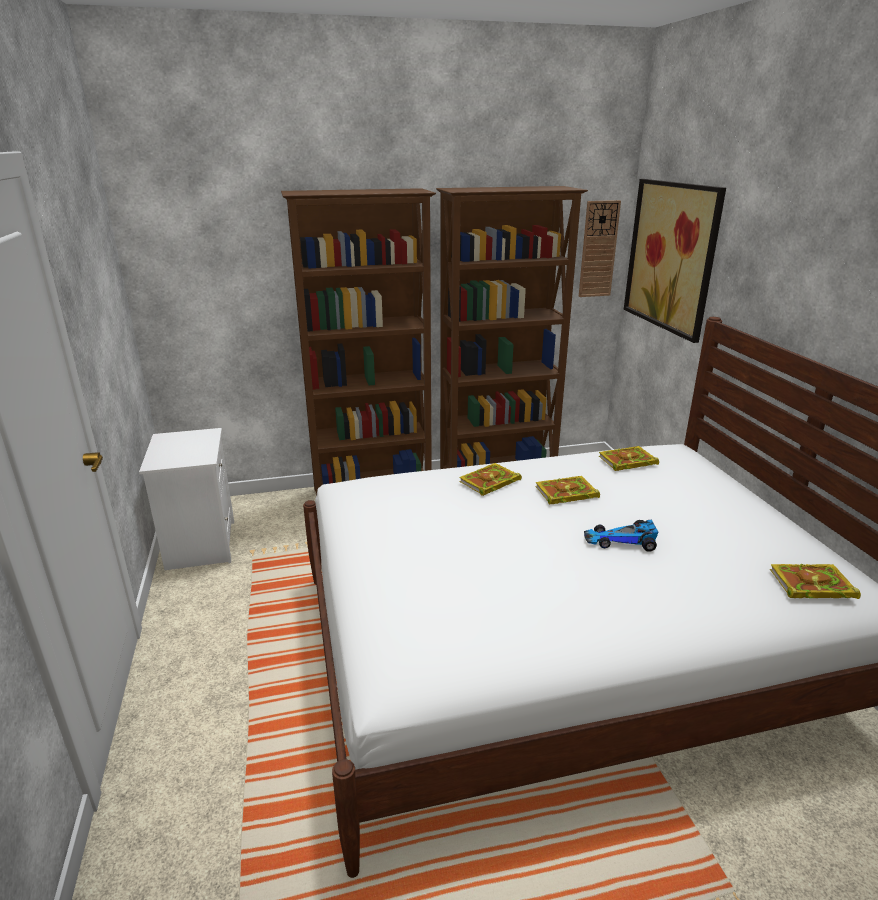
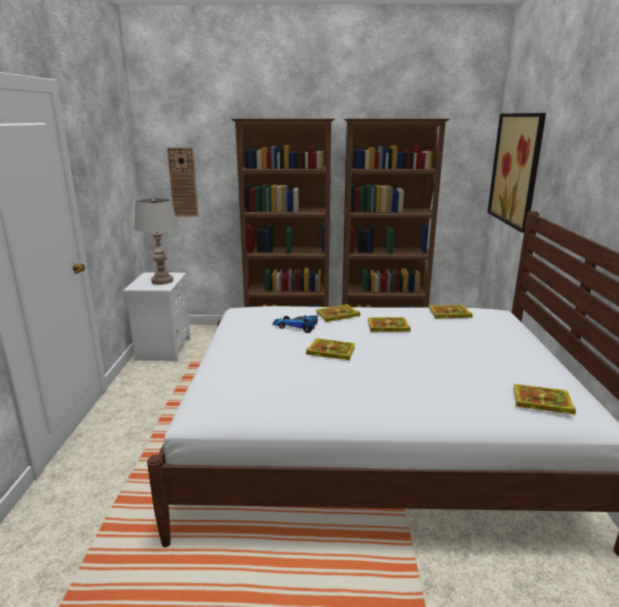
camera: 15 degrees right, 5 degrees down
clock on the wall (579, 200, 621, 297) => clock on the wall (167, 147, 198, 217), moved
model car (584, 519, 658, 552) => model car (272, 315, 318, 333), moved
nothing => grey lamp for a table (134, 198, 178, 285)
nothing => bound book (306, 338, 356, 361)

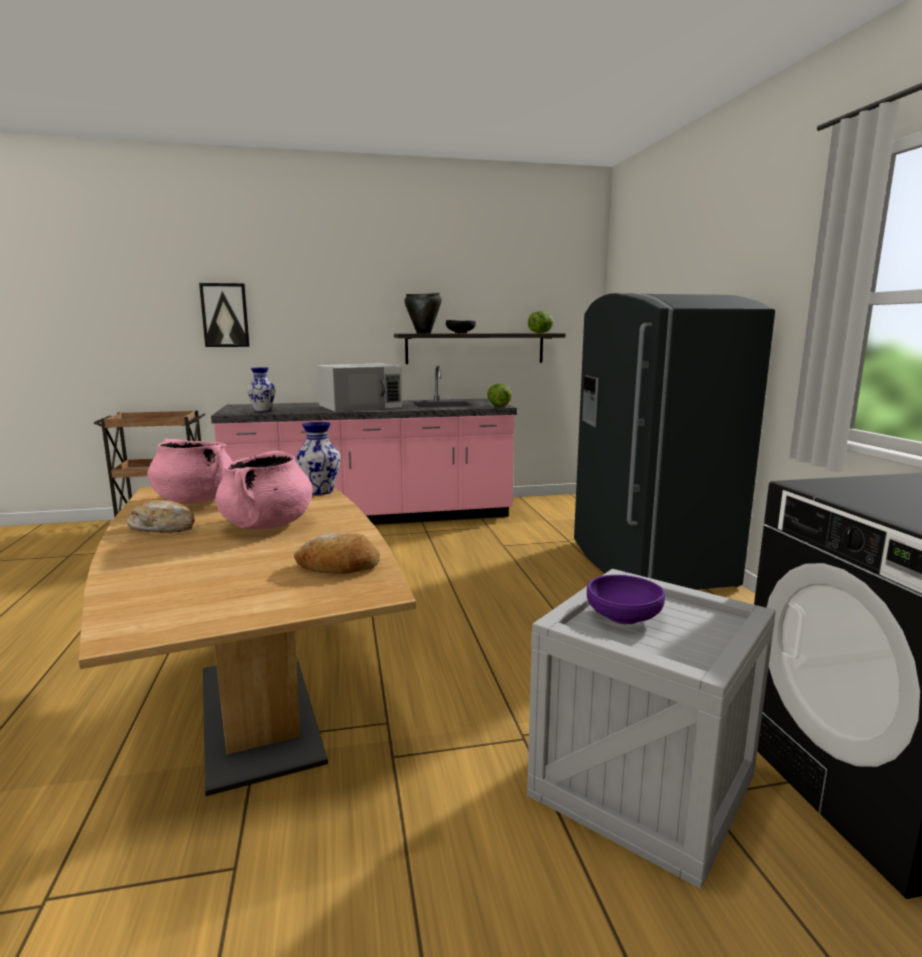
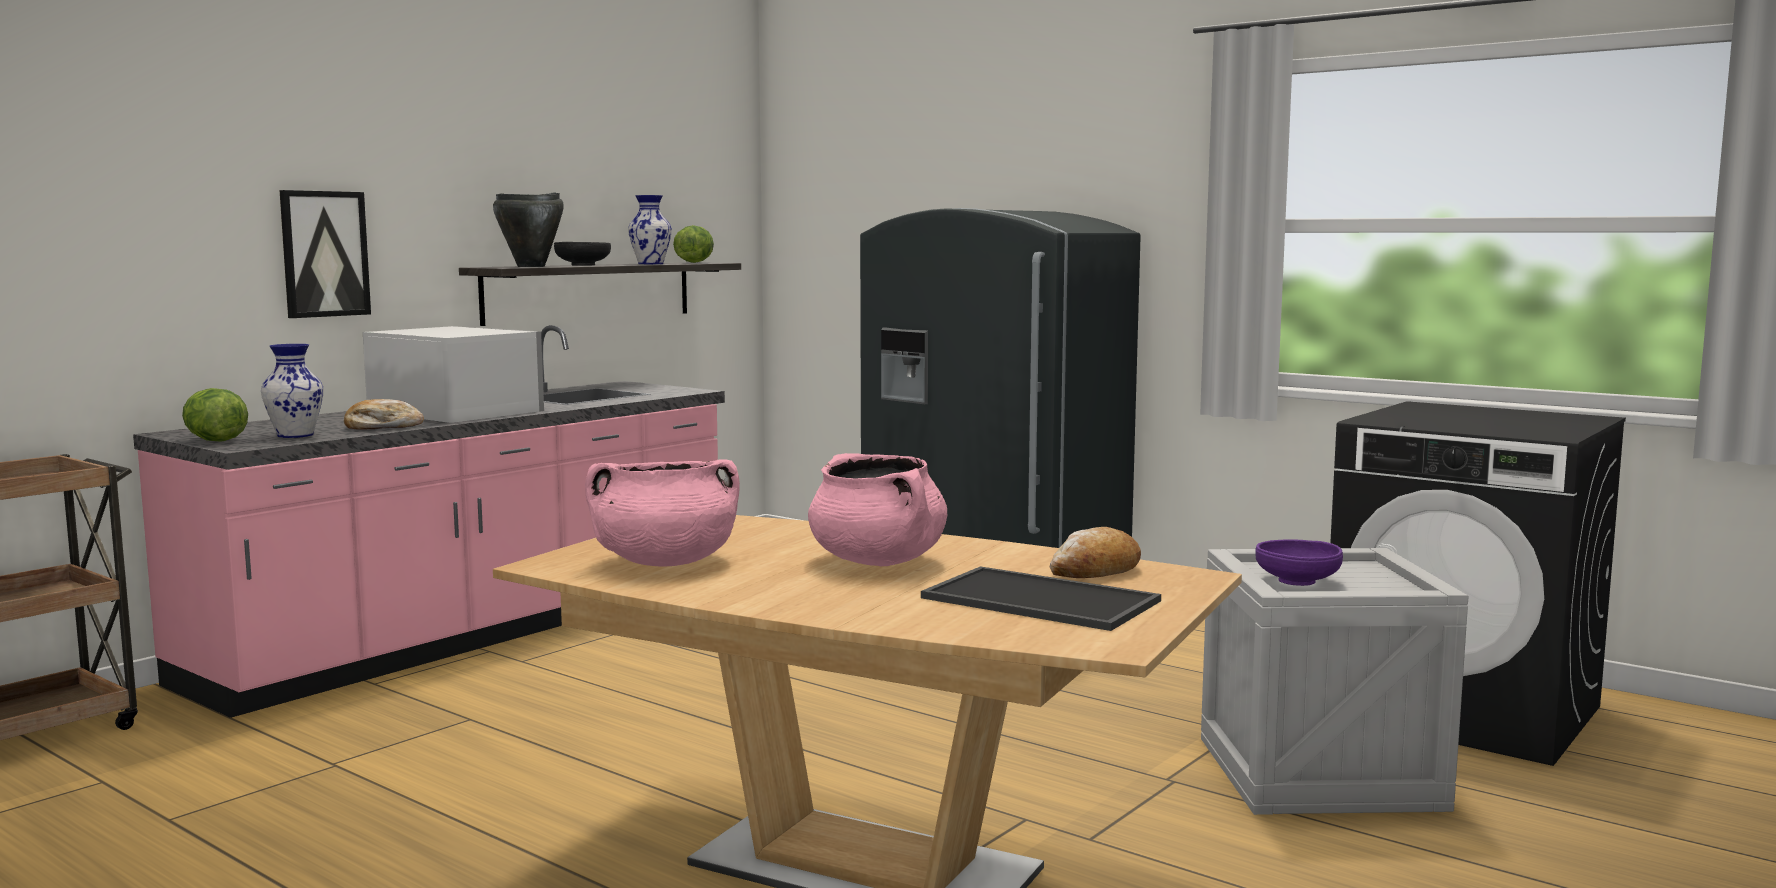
camera: 40 degrees left, 5 degrees down
picture (199, 283, 250, 347) => picture (279, 190, 371, 318), moved
whitish kitchen microwave (317, 363, 402, 412) => whitish kitchen microwave (363, 326, 544, 423), 75 degrees counterclockwise
head of lettuce (487, 383, 512, 407) => head of lettuce (182, 388, 248, 442), moved
decorative vase (296, 422, 341, 495) => decorative vase (628, 195, 672, 264), moved
bread (127, 500, 195, 533) => bread (344, 399, 424, 430), moved
nothing => tray (921, 566, 1161, 631)

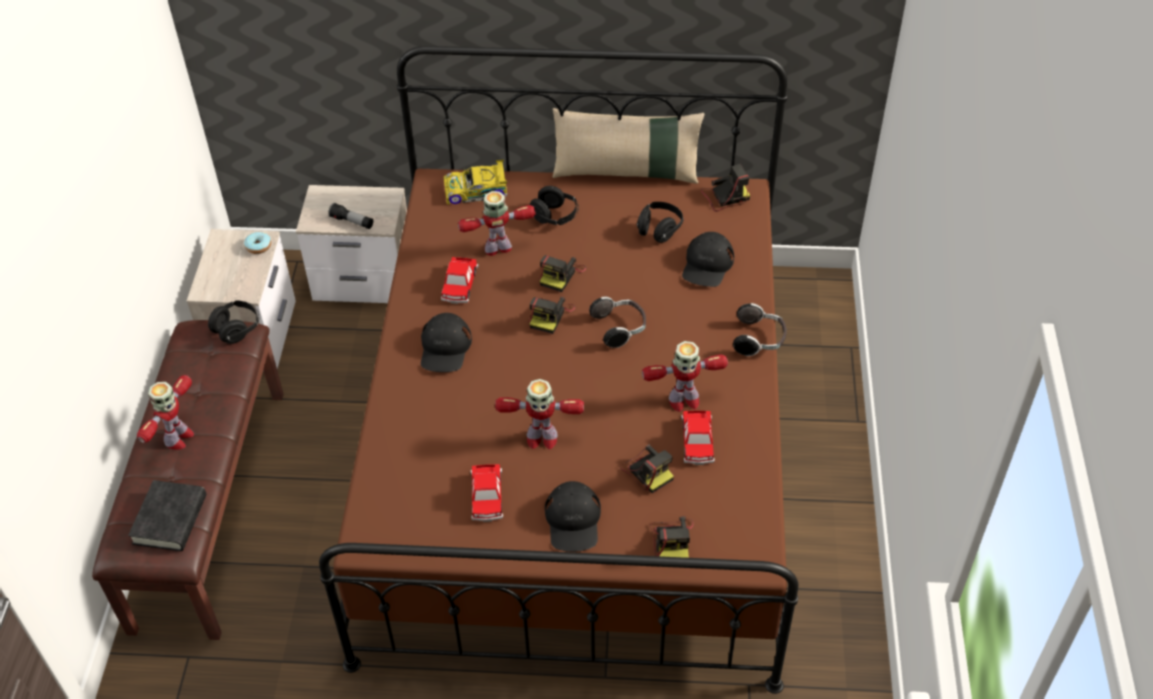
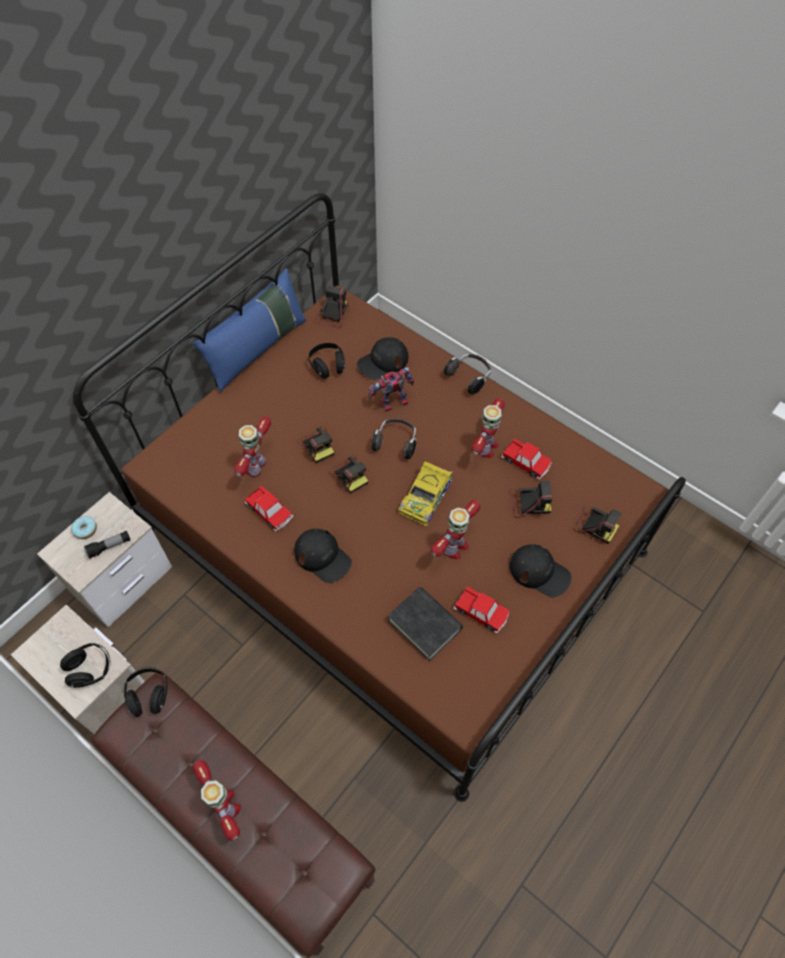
camera: 55 degrees left, 10 degrees up
beige throw pillow (552, 108, 704, 184) => blue throw pillow (193, 268, 307, 393)
model car (443, 159, 507, 205) => model car (398, 459, 453, 526), moved
black headset (530, 186, 579, 225) => black headset (60, 643, 111, 688), moved
donut (244, 232, 271, 254) => donut (71, 516, 97, 539), moved
black peaked cap (682, 232, 734, 287) => black peaked cap (357, 337, 408, 380), 90 degrees clockwise
black bound book (128, 480, 206, 551) => black bound book (388, 586, 463, 661), moved
nothing => robot figure (368, 367, 414, 411)

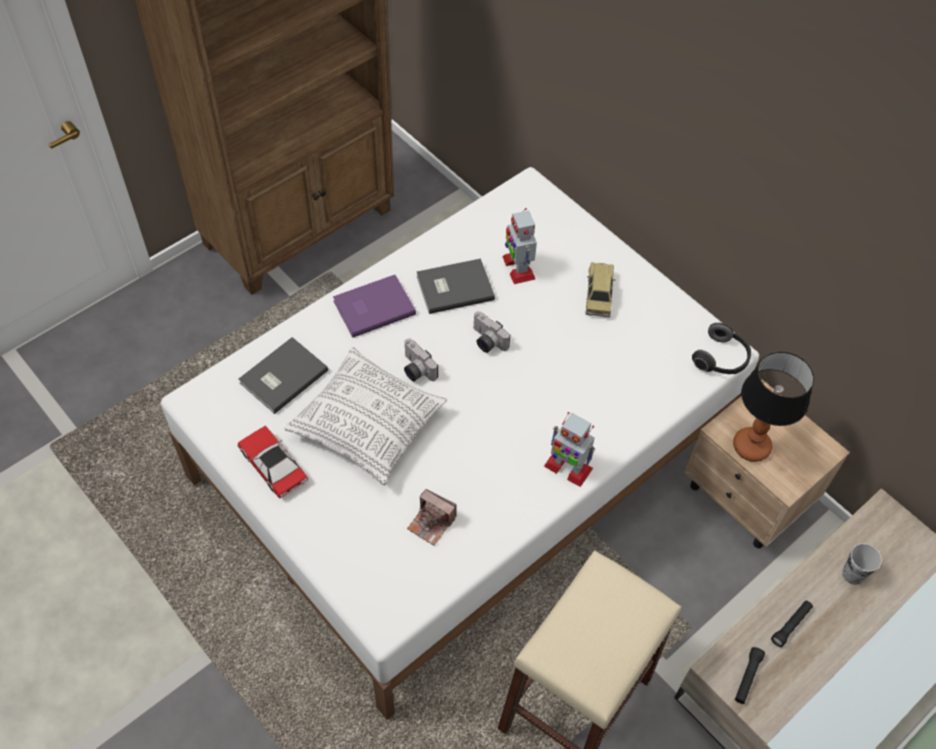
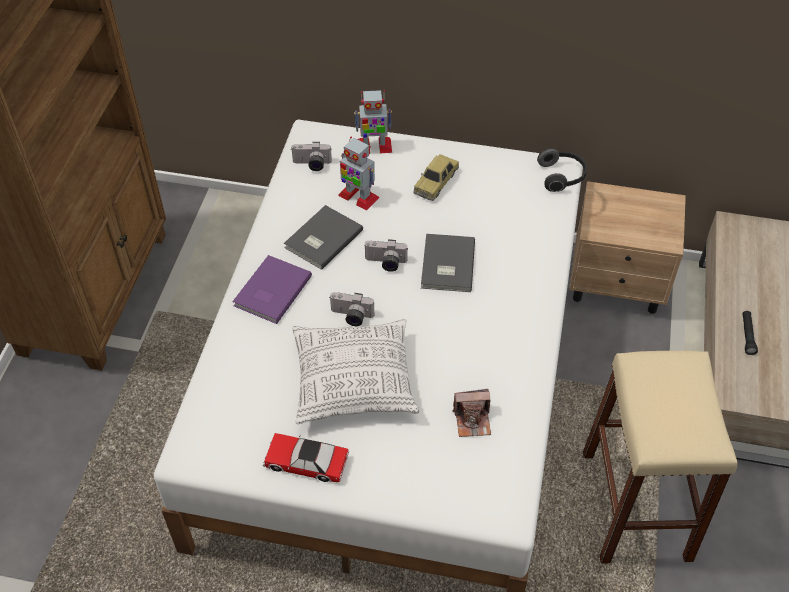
camera: 35 degrees left, 5 degrees down
model car (585, 262, 615, 317) => model car (413, 154, 459, 201), 120 degrees counterclockwise
grey bound book (239, 337, 328, 414) => grey bound book (421, 234, 475, 292), moved
lamp for a table (733, 351, 814, 462) => nothing
robot figure (544, 412, 595, 487) => robot figure (354, 90, 392, 154), moved
small cup (842, 543, 882, 585) => nothing
black hand torch (735, 647, 765, 704) => nothing
nothing => photo camera (291, 142, 332, 171)

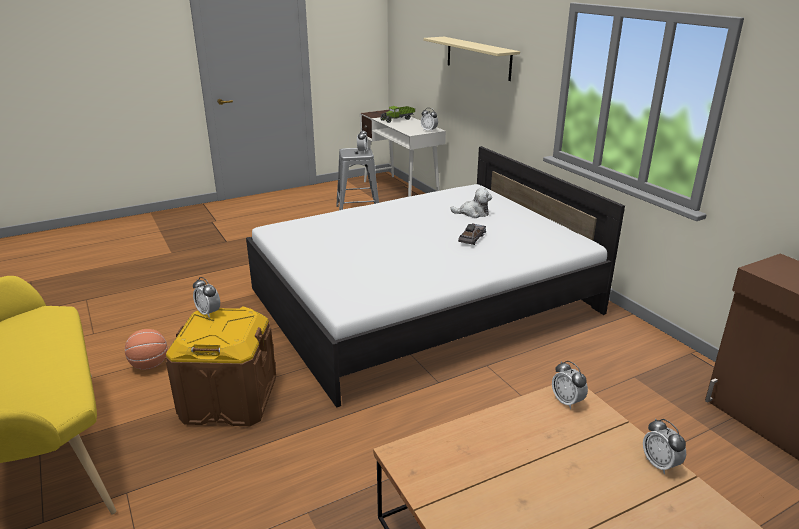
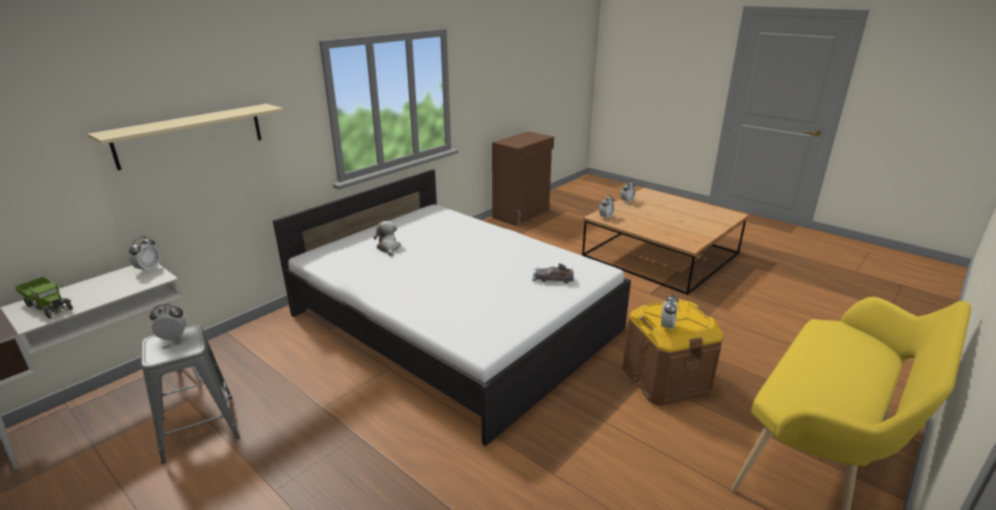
camera: 110 degrees left, 0 degrees up
grey model car (458, 223, 486, 245) => grey model car (532, 263, 574, 284), moved
basketball (125, 329, 168, 370) => nothing

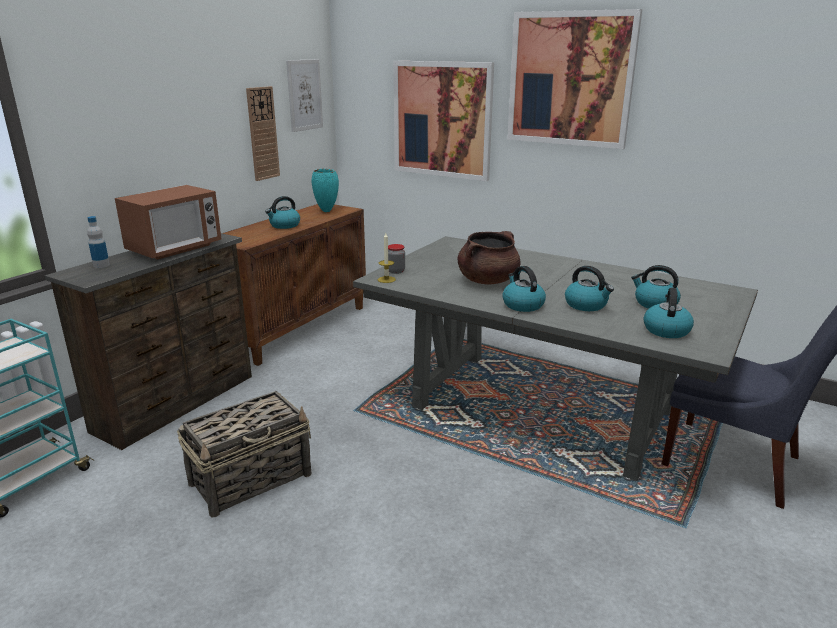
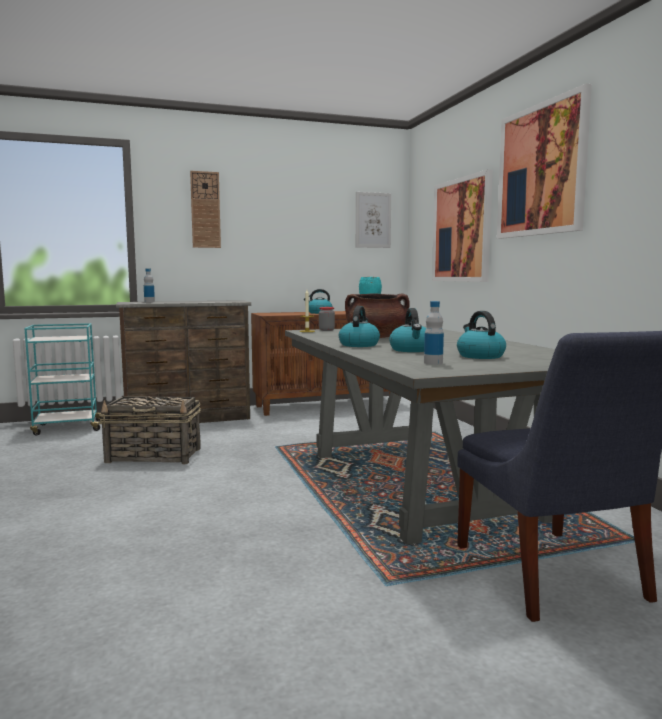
camera: 40 degrees right, 15 degrees down
clock on the wall (246, 86, 280, 181) => clock on the wall (190, 171, 221, 248), moved
kitchen microwave (115, 185, 222, 260) => nothing
kettle (644, 288, 694, 338) => beverage bottle (424, 301, 444, 365)

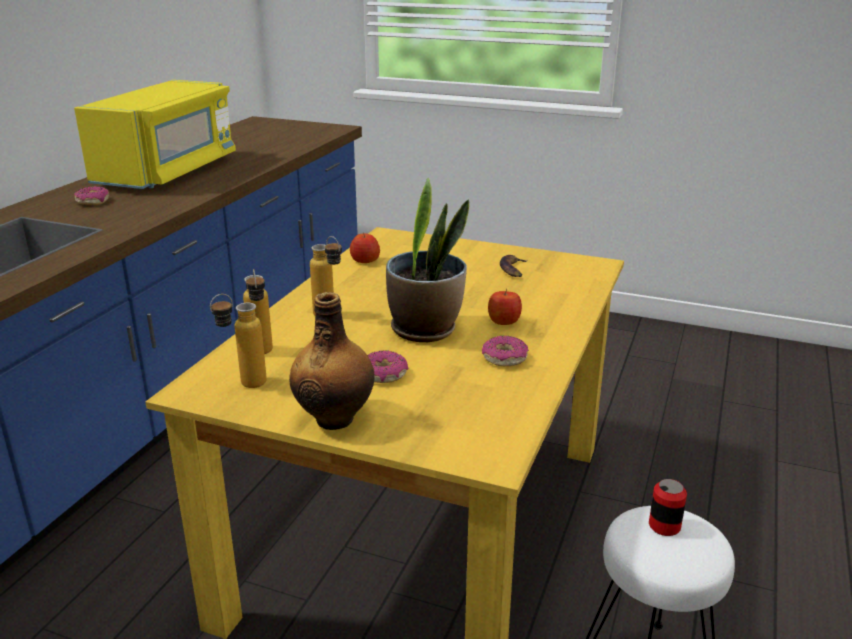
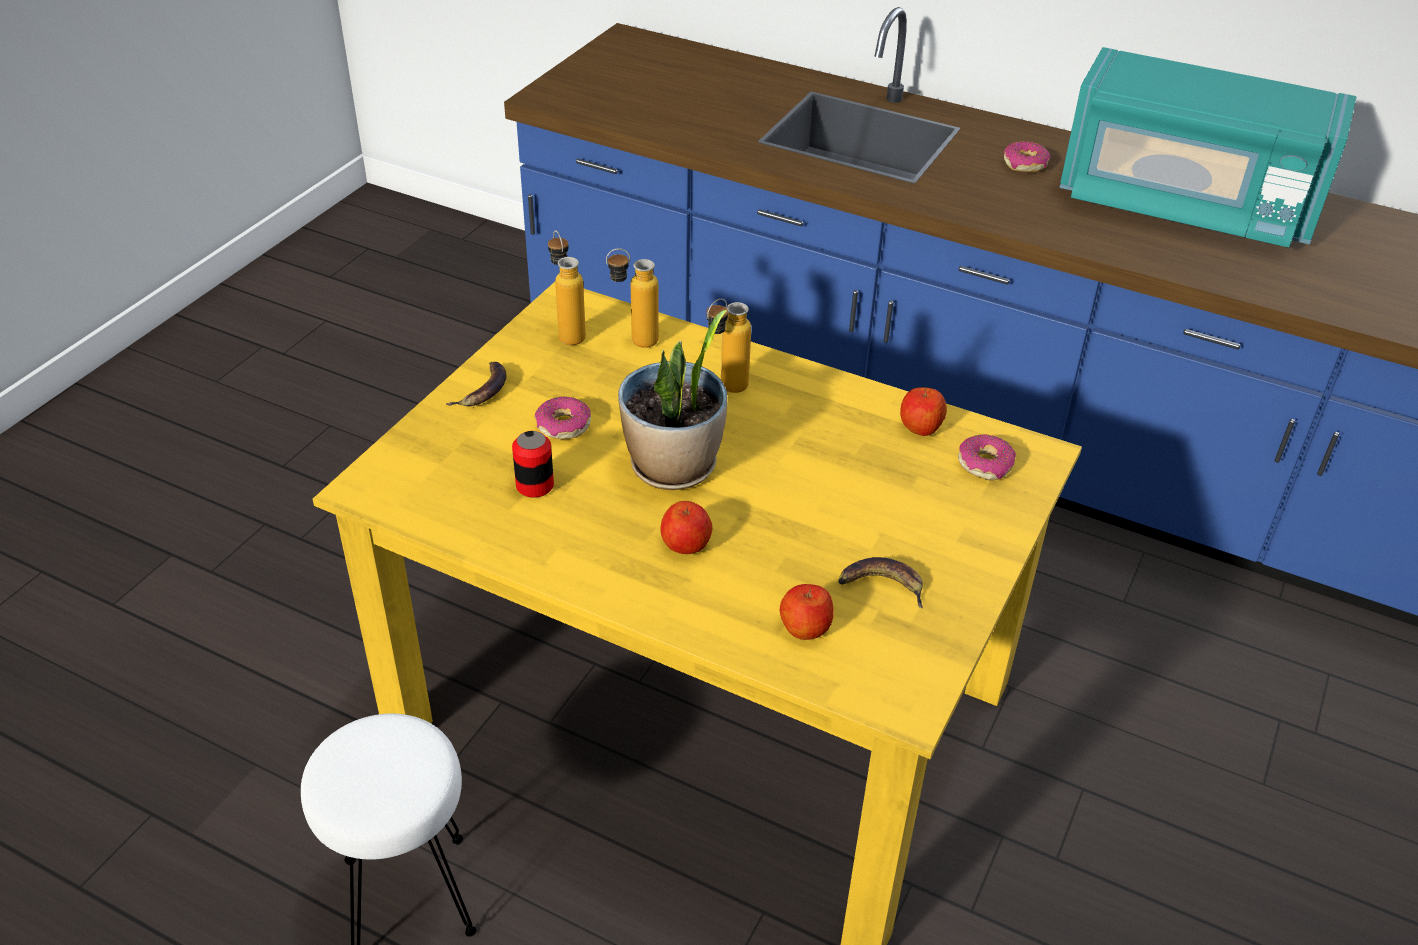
camera: 95 degrees right, 15 degrees up
yellowish kitchen microwave (74, 80, 236, 189) => turquoise kitchen microwave (1060, 47, 1356, 248)
beverage bottle (289, 292, 375, 430) => banana fruit (446, 362, 507, 406)
donut (482, 335, 529, 366) => donut (958, 434, 1016, 481), moved
sealed can (649, 479, 687, 536) => sealed can (512, 431, 554, 498), moved
nothing => whole apple (780, 584, 834, 640)

